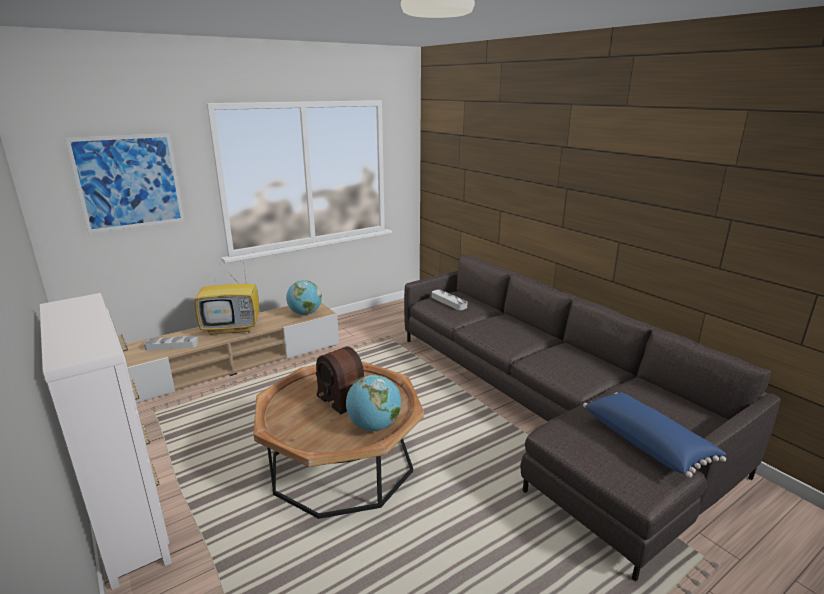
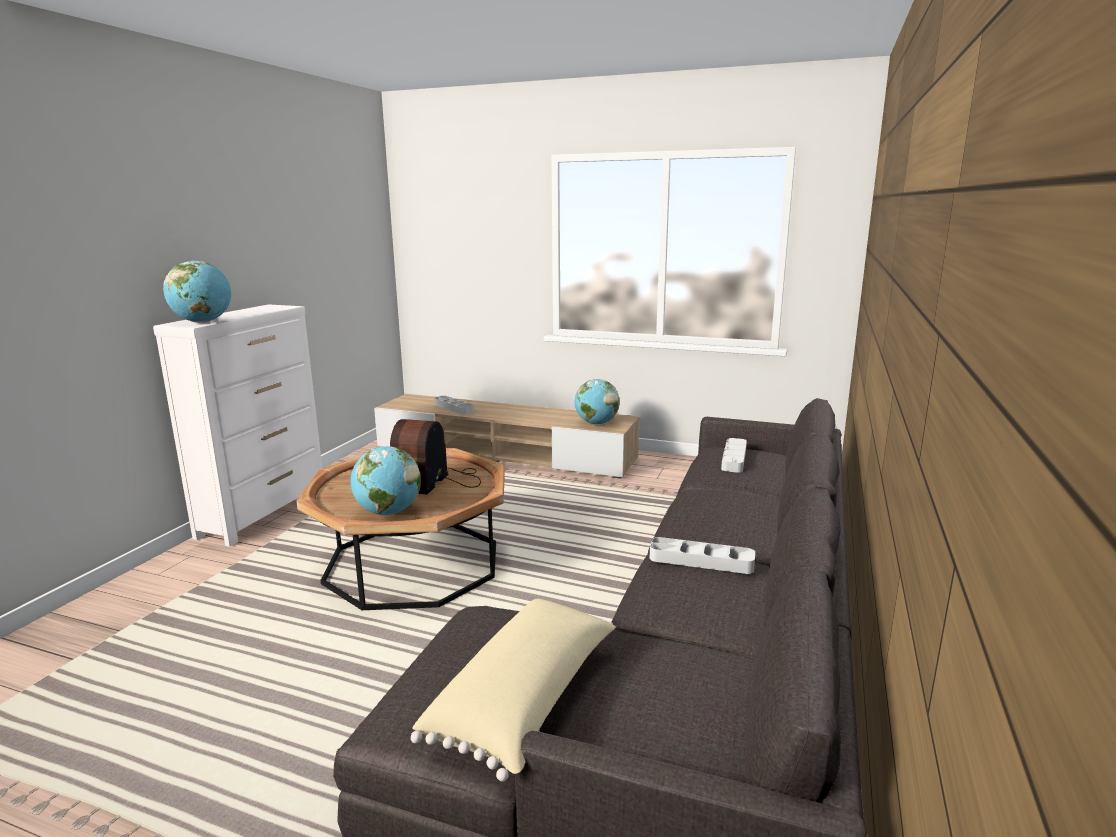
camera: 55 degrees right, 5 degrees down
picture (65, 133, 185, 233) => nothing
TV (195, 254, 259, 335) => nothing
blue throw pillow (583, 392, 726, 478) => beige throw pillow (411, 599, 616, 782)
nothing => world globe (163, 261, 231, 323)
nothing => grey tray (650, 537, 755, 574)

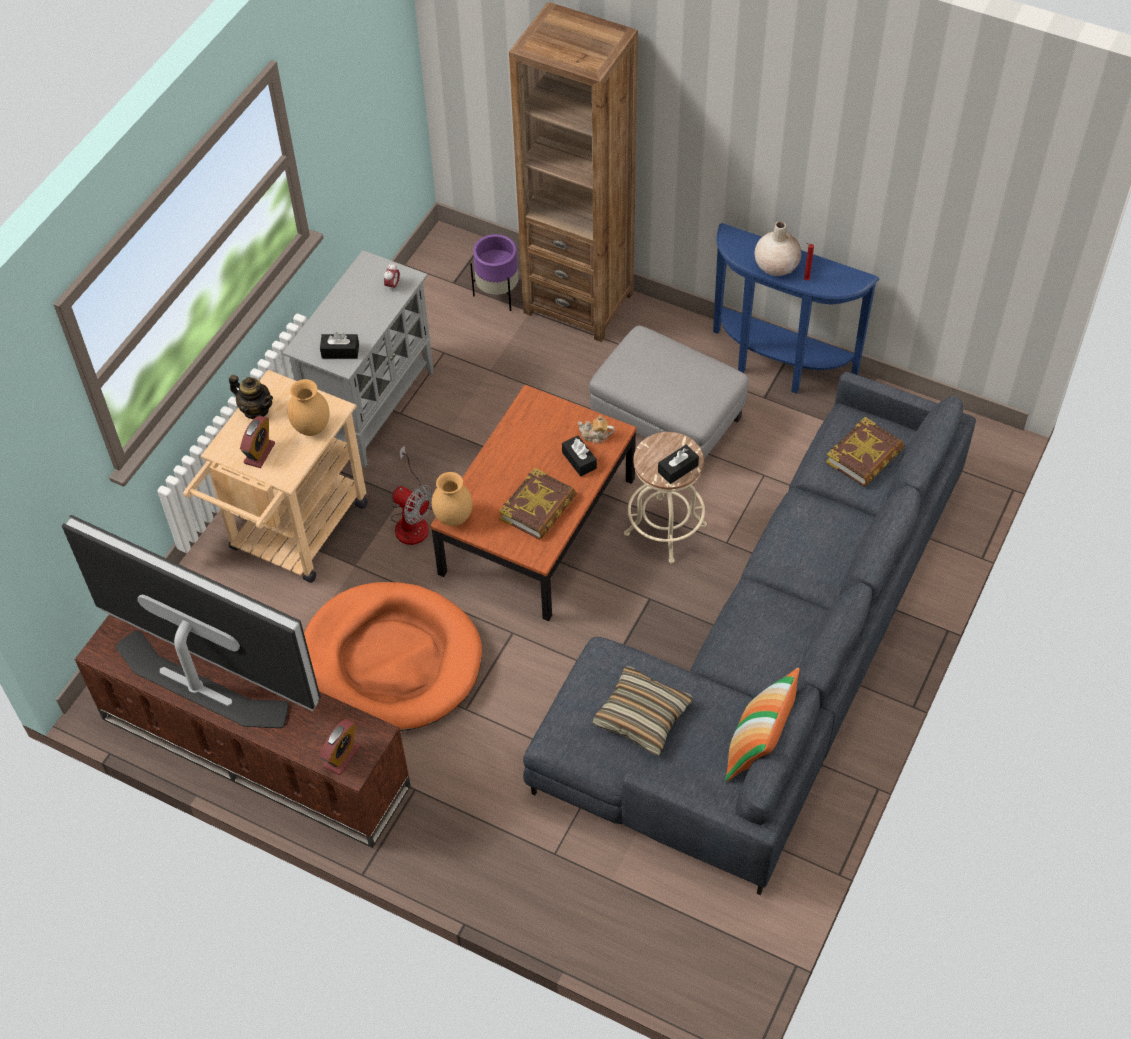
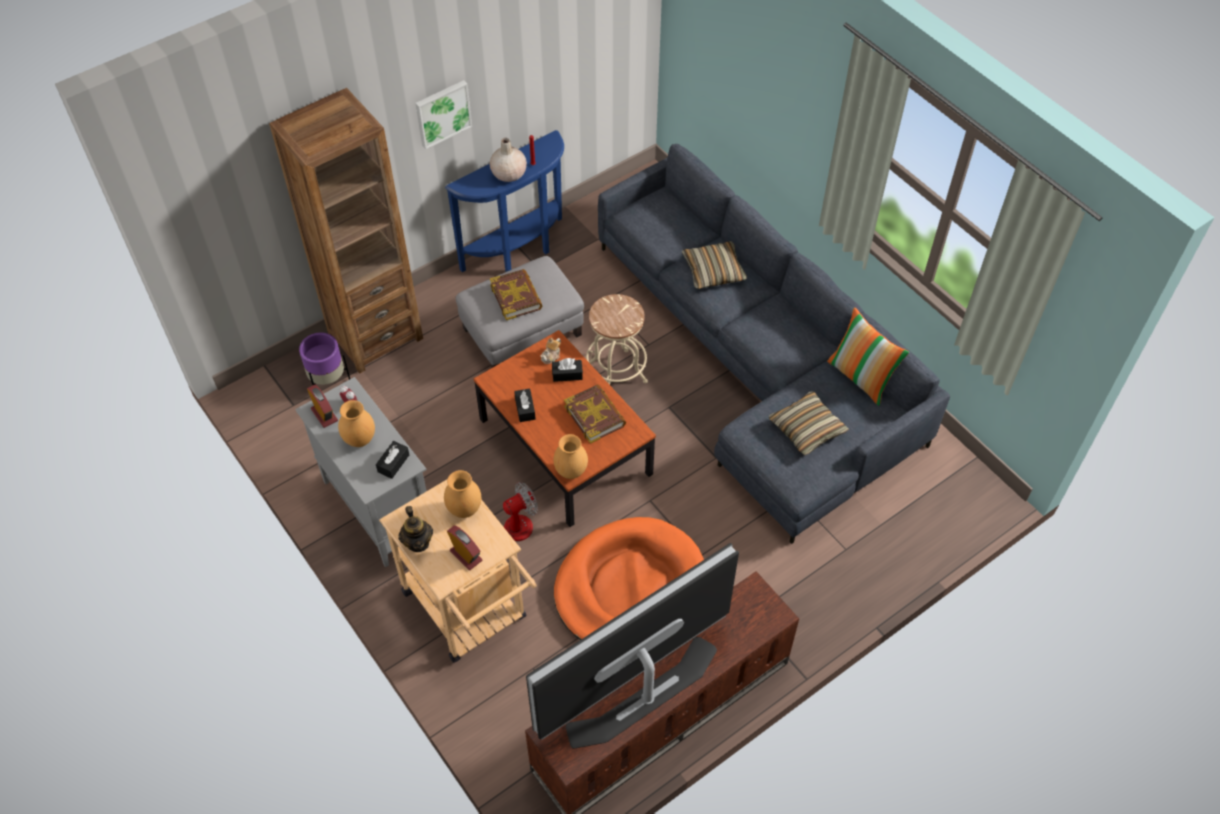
camera: 65 degrees left, 0 degrees up
tea pot (229, 375, 273, 419) => tea pot (399, 506, 433, 552), 105 degrees clockwise
bound book (826, 417, 904, 487) => bound book (490, 269, 542, 320), moved
black tissue box (658, 444, 699, 484) => black tissue box (514, 389, 536, 422), moved
table clock (319, 719, 360, 775) => table clock (307, 385, 338, 428), moved
nothing => picture (415, 80, 472, 149)
nothing => throw pillow (682, 241, 747, 289)
nothing => brown-coloured decorative vase (338, 400, 375, 447)

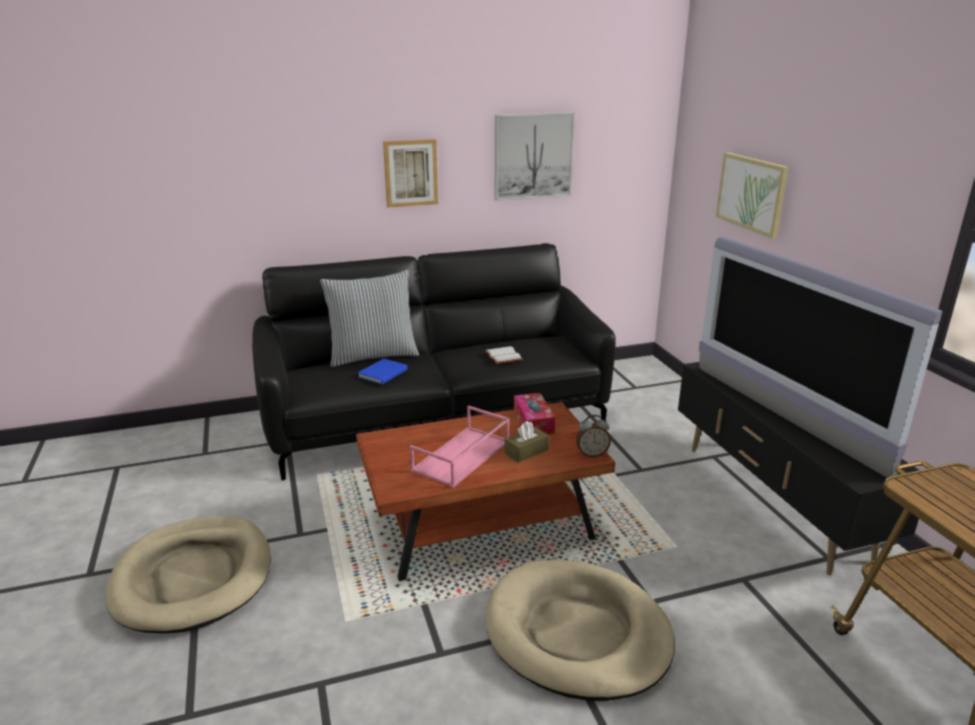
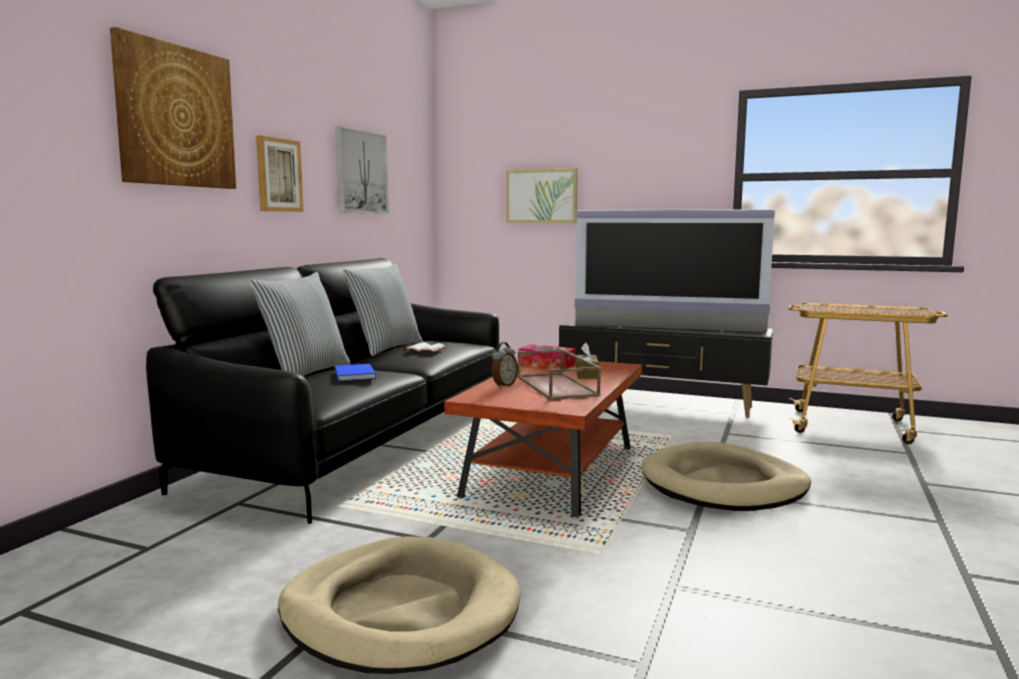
camera: 50 degrees left, 15 degrees down
pink tray (410, 406, 509, 488) => brown-coloured tray (518, 349, 601, 400)
table clock (576, 415, 611, 457) => table clock (492, 342, 518, 388), moved
nothing => picture (110, 27, 236, 189)
nothing => throw pillow (343, 264, 423, 356)

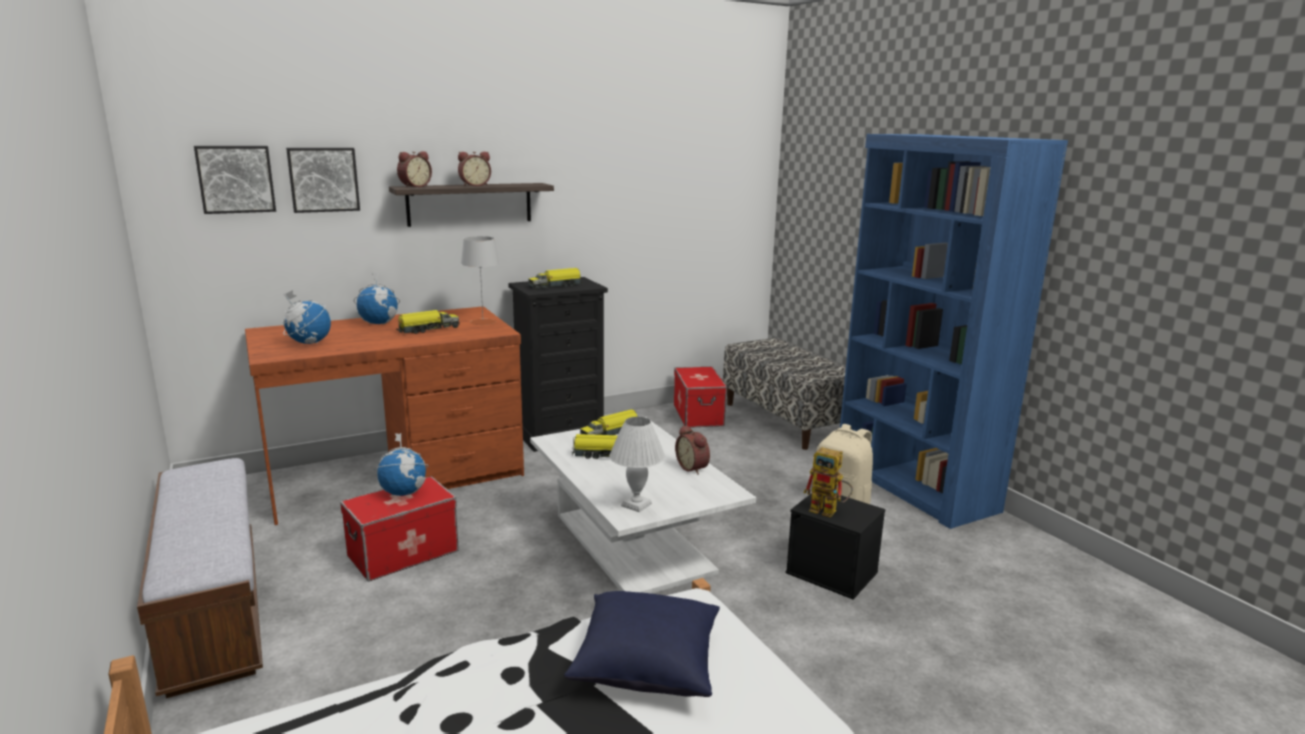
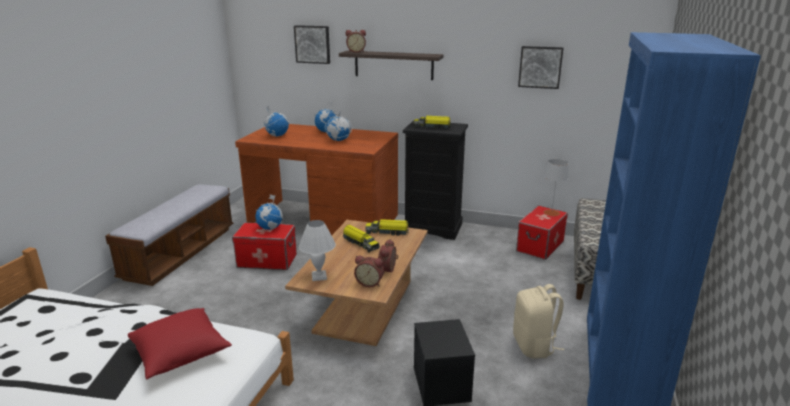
camera: 45 degrees right, 5 degrees up
picture (194, 146, 276, 214) => picture (518, 46, 564, 89), moved
table clock (458, 152, 491, 186) => table clock (354, 255, 384, 287), moved
grey lamp for a table (461, 236, 499, 325) => grey lamp for a table (544, 159, 569, 216), moved
model truck (396, 310, 460, 334) => world globe (325, 112, 352, 141)
whitish low table (530, 417, 756, 594) => brown-coloured low table (285, 220, 428, 346)
robot figure (803, 447, 853, 517) => nothing
blue throw pillow (564, 591, 720, 697) => reddish throw pillow (128, 308, 232, 380)

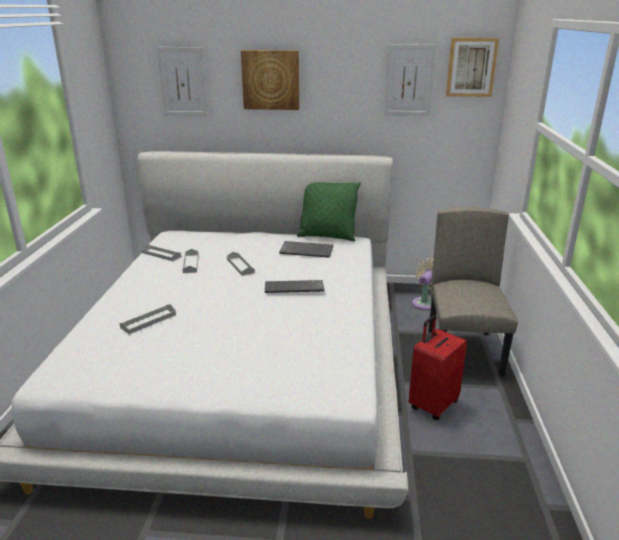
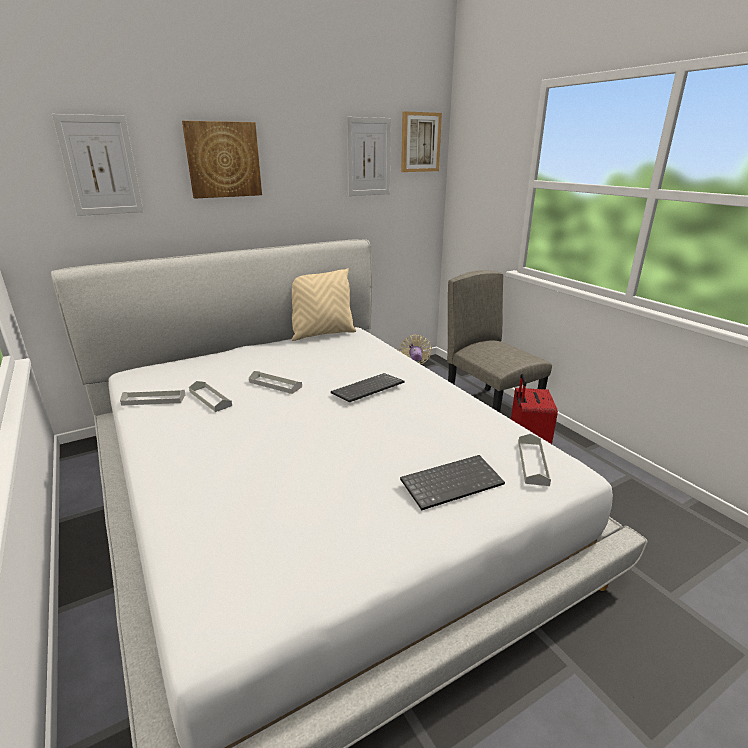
camera: 35 degrees left, 0 degrees up
green-coloured throw pillow (297, 182, 361, 241) => beige throw pillow (292, 268, 356, 341)
PC keyboard (279, 241, 333, 258) => PC keyboard (400, 455, 505, 510), moved
grey tray (120, 304, 176, 334) => grey tray (518, 434, 551, 486), moved

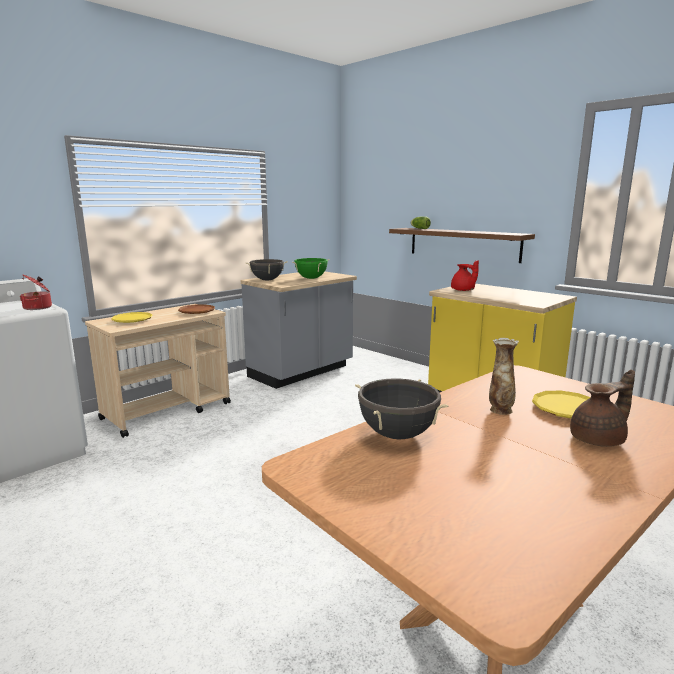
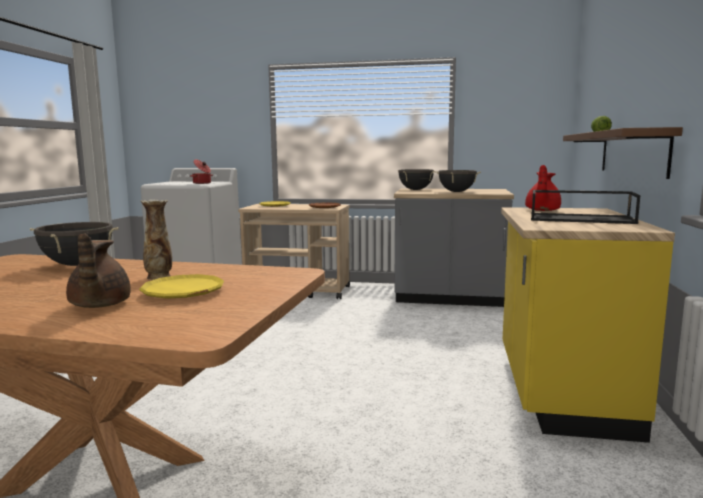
camera: 55 degrees right, 5 degrees down
green-coloured saucepot (292, 258, 329, 279) => black saucepot (435, 170, 481, 192)
brown-coloured tea pot (570, 369, 635, 447) => brown-coloured tea pot (66, 233, 131, 308), 45 degrees clockwise
nothing => black tray (531, 190, 640, 224)

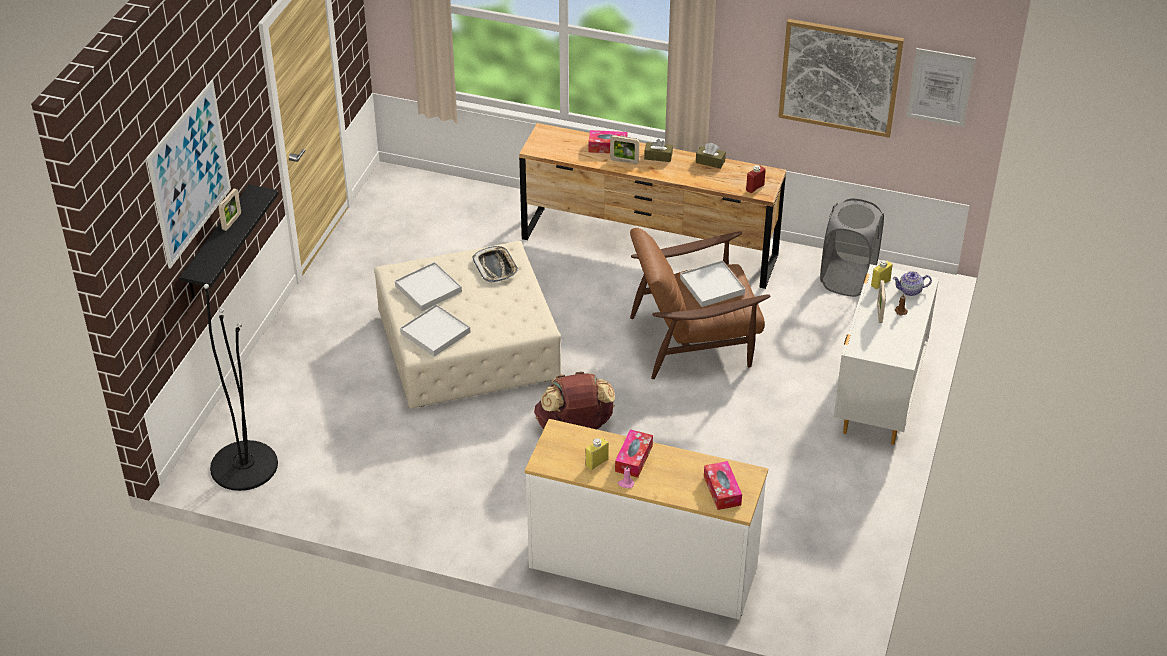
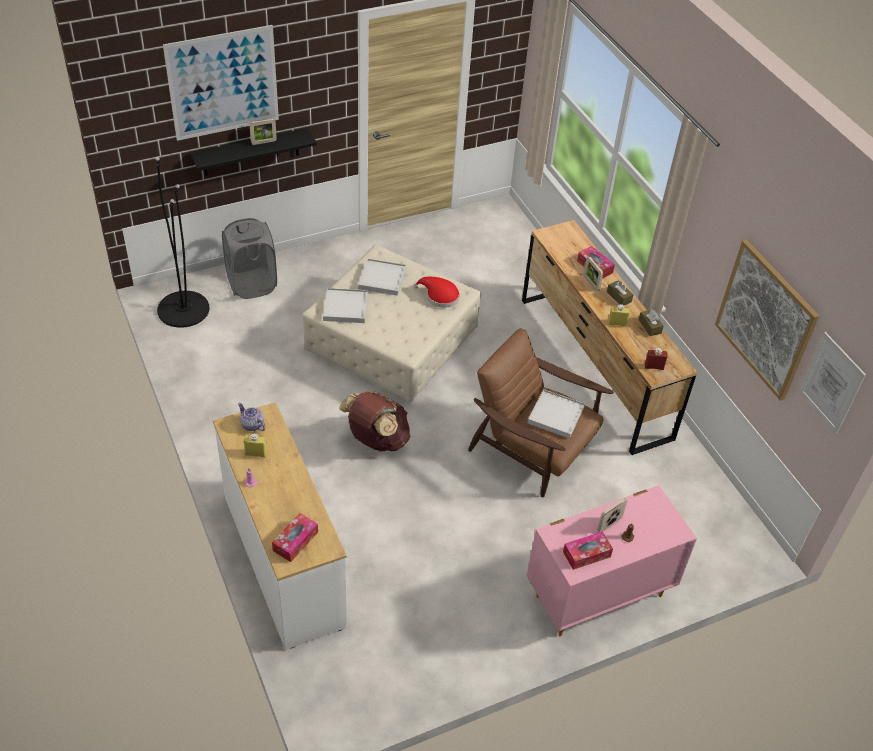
camera: 45 degrees right, 5 degrees up
grey laundry basket (820, 198, 884, 297) => grey laundry basket (222, 218, 277, 299), moved
tray (472, 246, 519, 283) => reddish clothing hat (414, 277, 460, 308)
yellowish beverage bottle (871, 260, 893, 289) => yellowish beverage bottle (608, 304, 630, 327), moved
whitish chest of drawers (833, 264, 939, 445) => pink chest of drawers (527, 485, 697, 636)
tea pot (893, 271, 932, 296) => tea pot (238, 403, 266, 431), moved
tissue box (615, 429, 653, 478) => tissue box (563, 531, 613, 570), moved

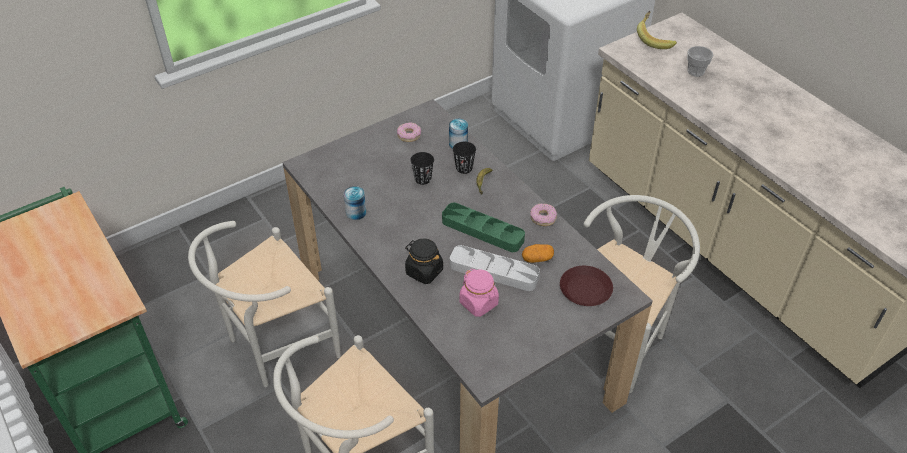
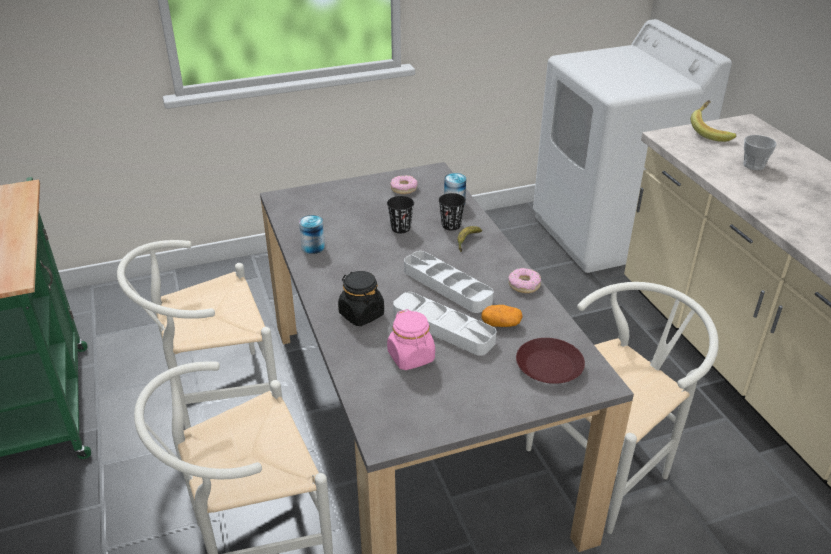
camera: 15 degrees right, 10 degrees down
green-coloured tray (442, 203, 525, 252) => grey tray (404, 251, 494, 313)

